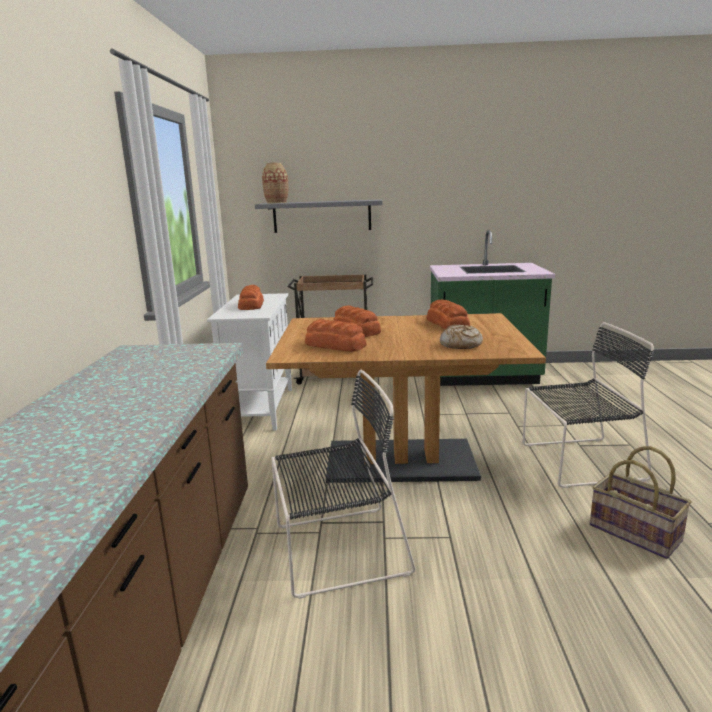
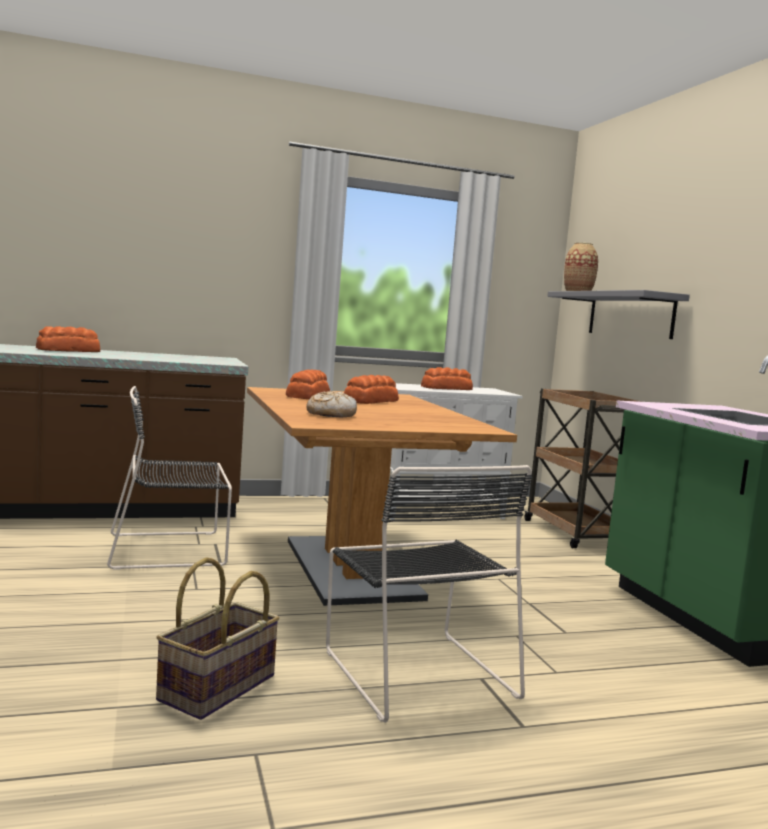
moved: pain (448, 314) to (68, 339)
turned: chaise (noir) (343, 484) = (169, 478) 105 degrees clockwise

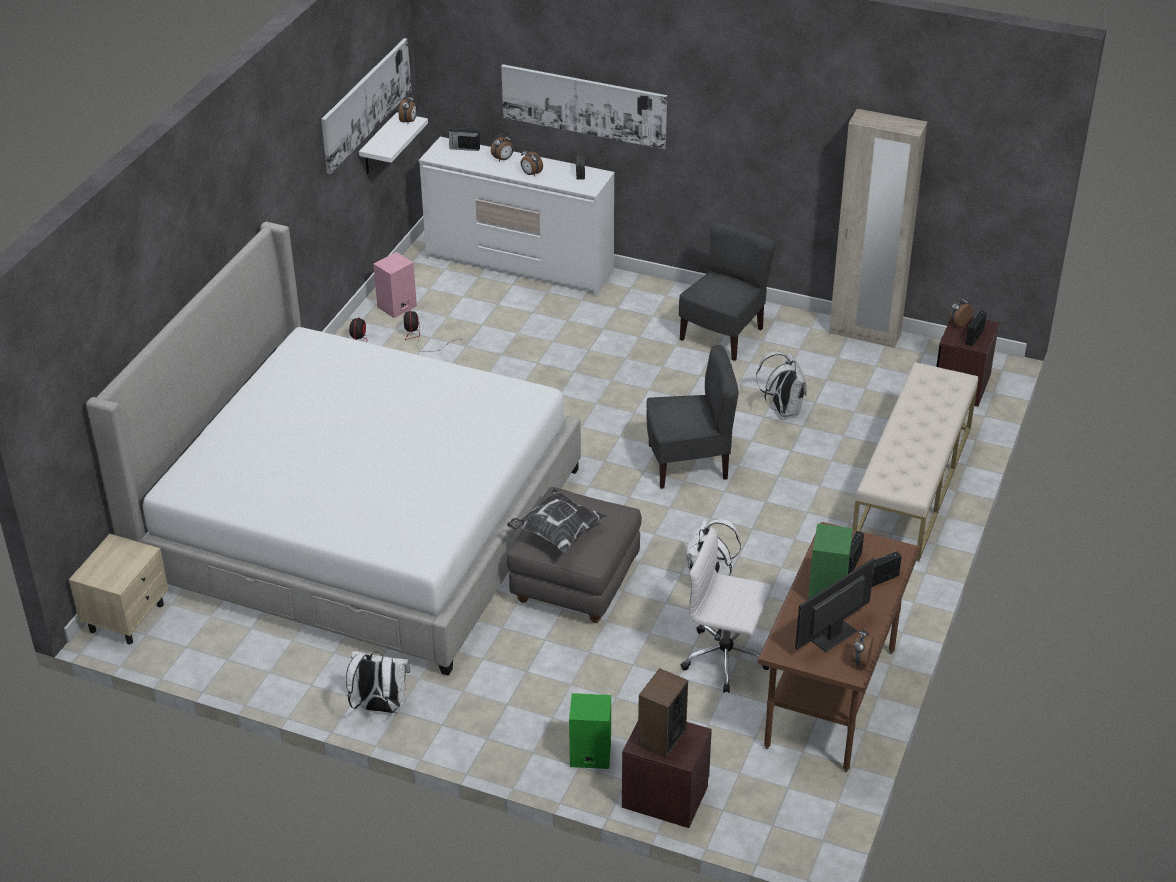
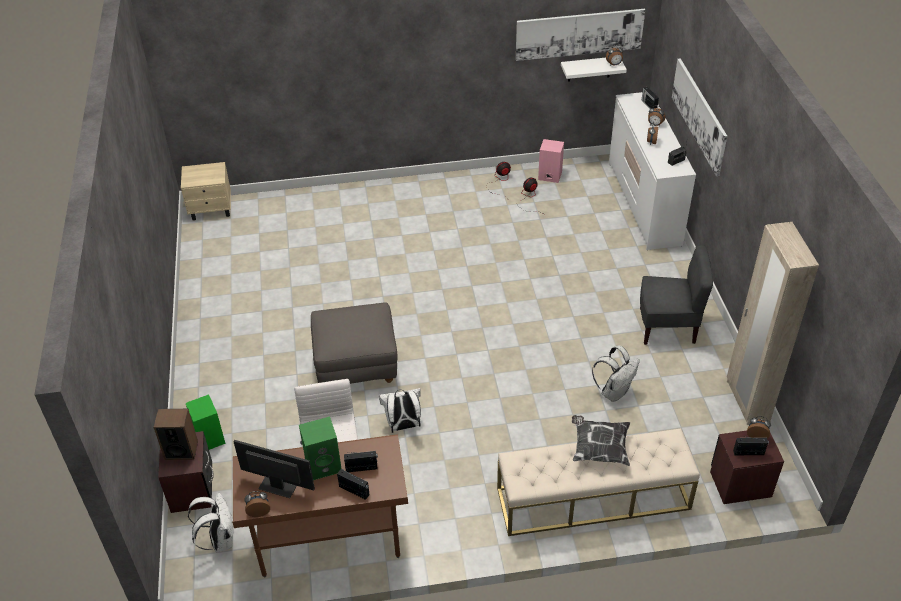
removed: lit (333, 449); chaise (gris) (692, 417)
moved: coussin (557, 520) to (601, 440); sac à dos (blanc) (378, 682) to (211, 523)

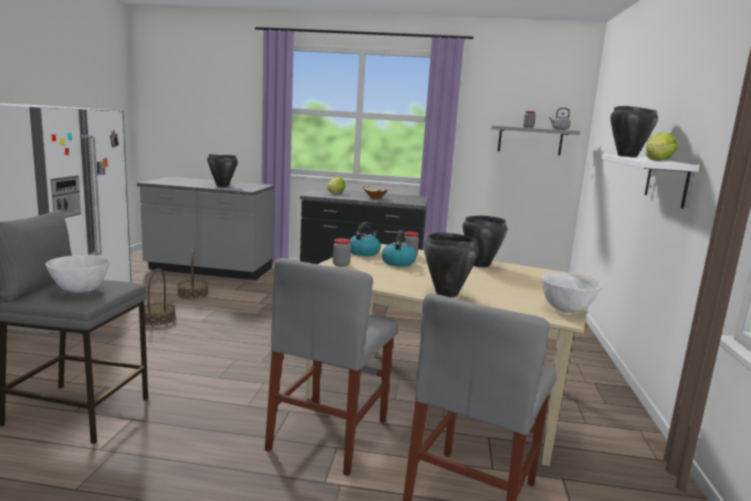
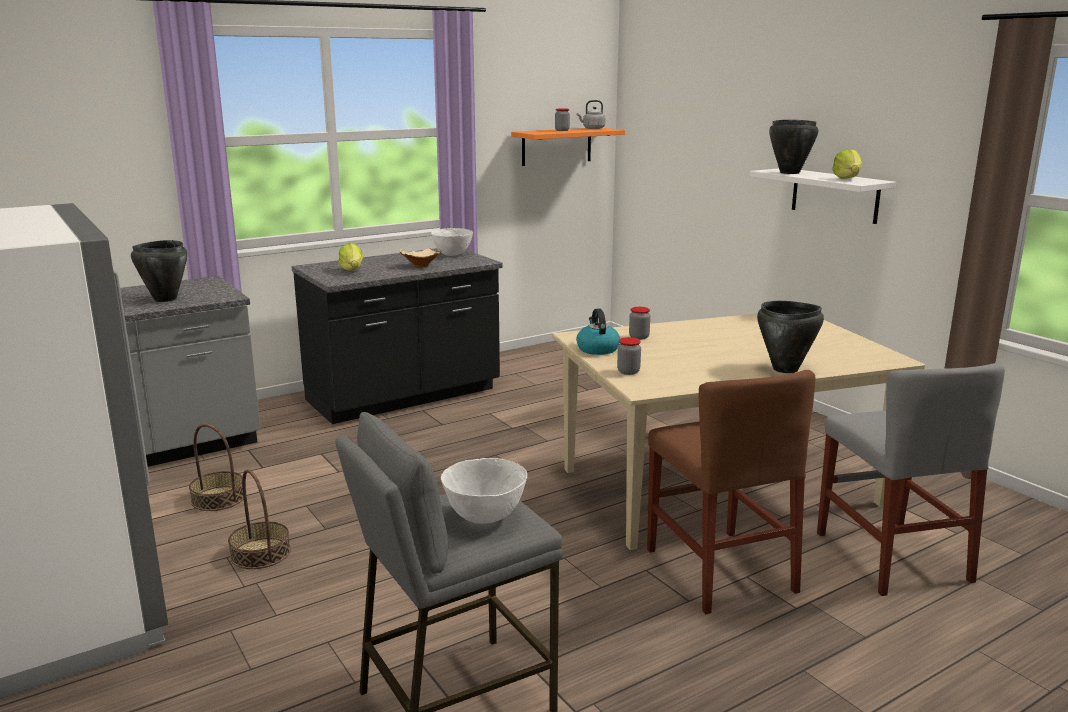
removed: marmite (noir) (485, 241); bouilloire (399, 248)
moved: bol (blanc) (572, 292) to (452, 242)
recoloured: étagère (gris) (535, 141) to étagère (orange) (568, 147); chaise (gris) (331, 367) to chaise (marron) (731, 492)

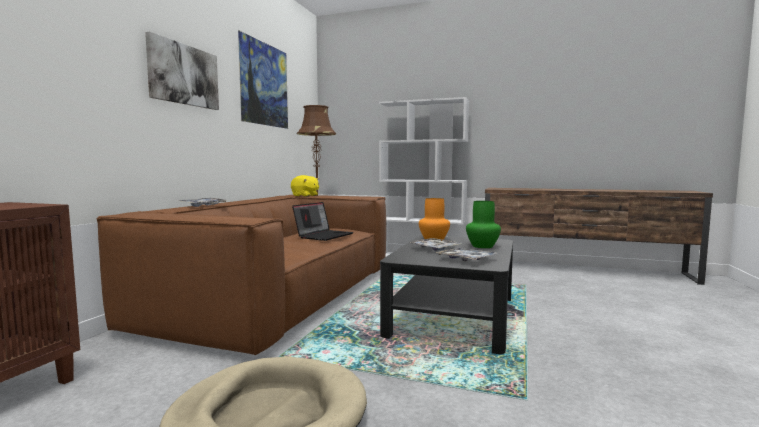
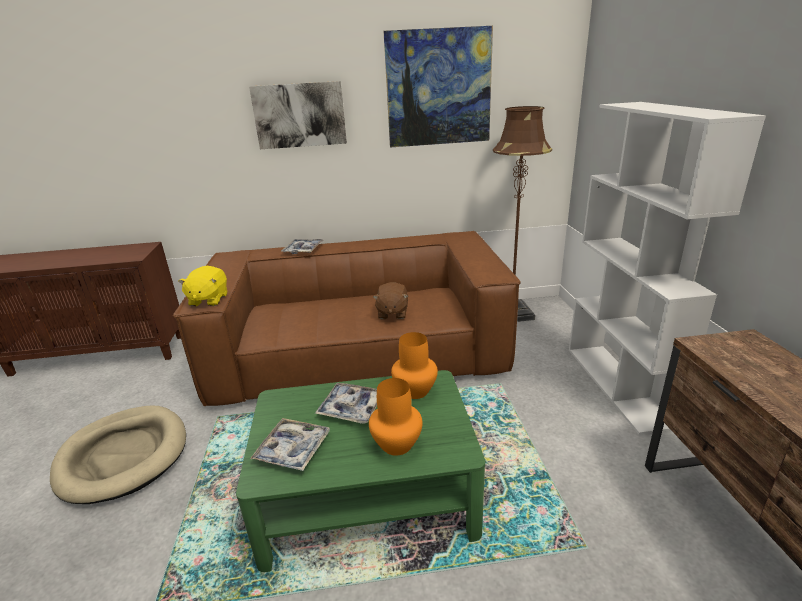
moved: peluche (jaune) (305, 186) to (202, 286)
replaced: ordinateur portable (323, 221) to peluche (marron) (390, 300)
recoloured: vase (vert) (483, 224) to vase (orange) (396, 417); table basse (noir) (446, 294) to table basse (vert) (360, 471)

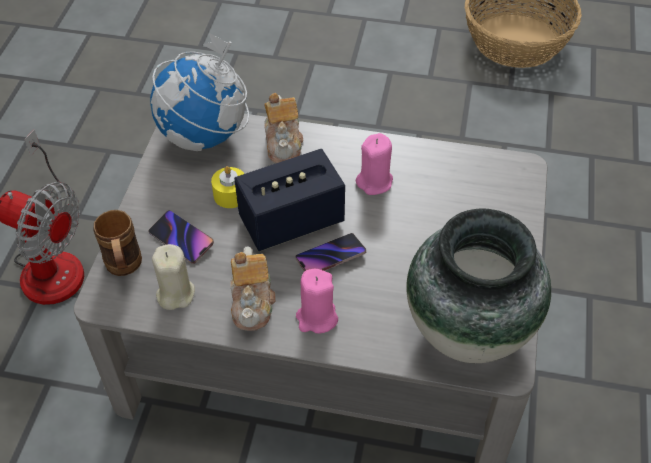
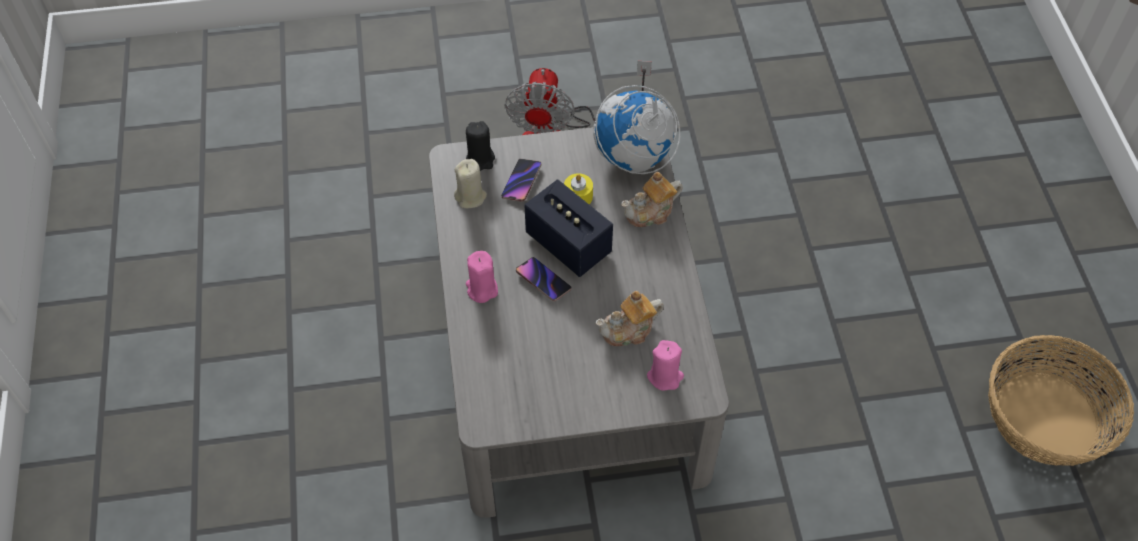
removed: vase (478, 285)
moved: bougie (rose) (374, 164) to (665, 365); théière (253, 288) to (630, 318)
replaced: mug (marron) (118, 243) to bougie (noir) (480, 146)

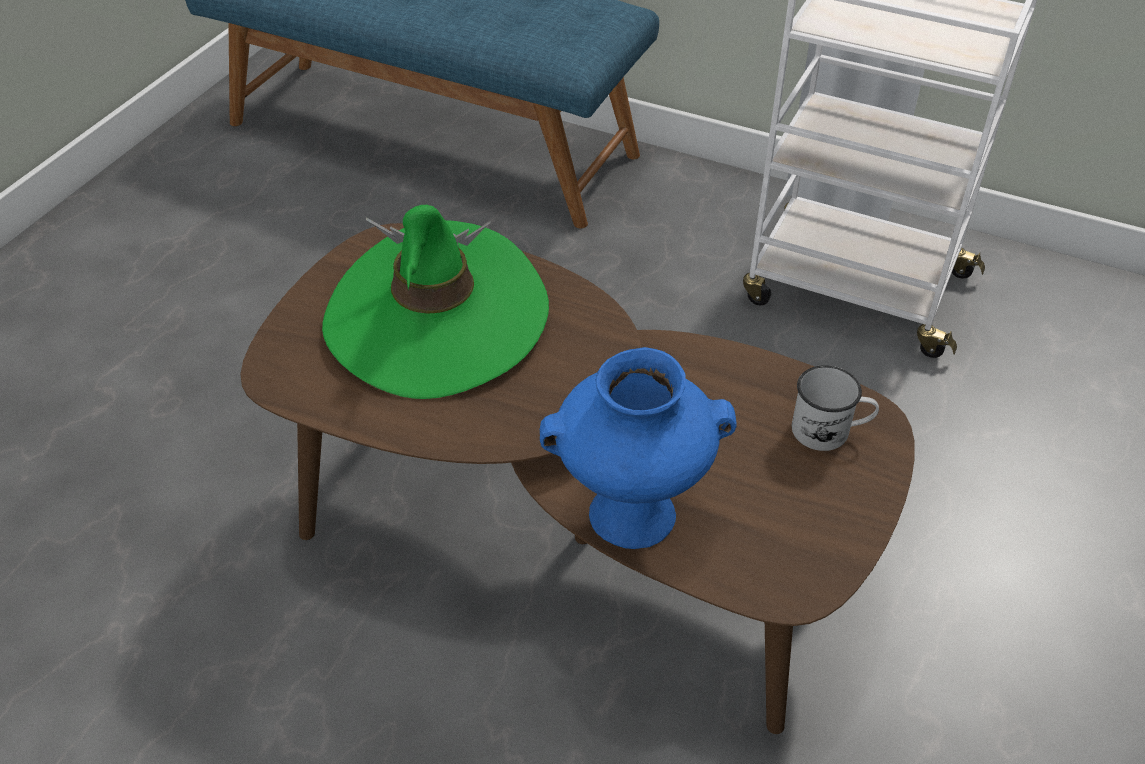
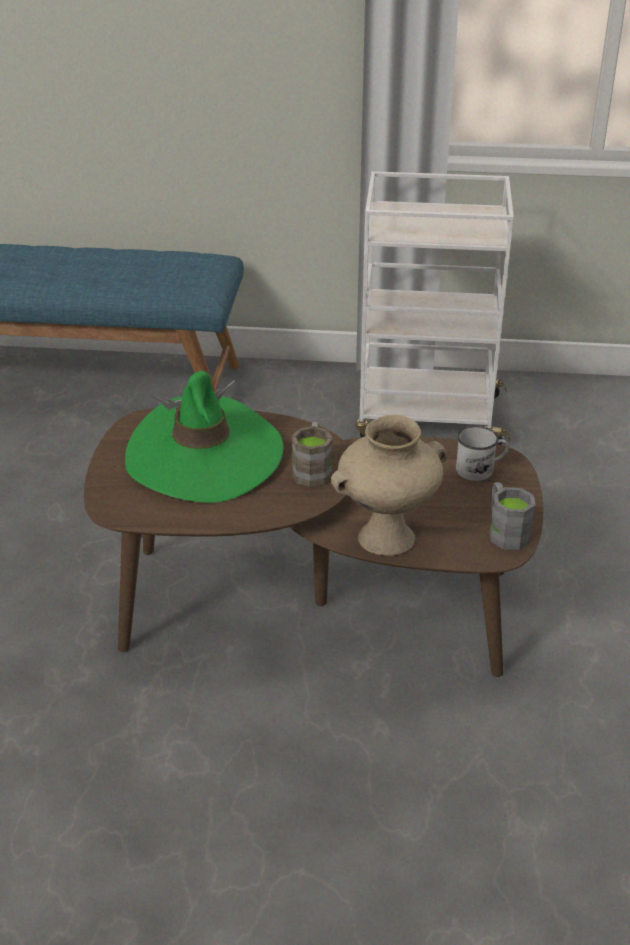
added: mug (marron) (312, 454); mug (gris) (512, 516)
recoloured: vase (bleu) (638, 448) to vase (beige) (389, 485)

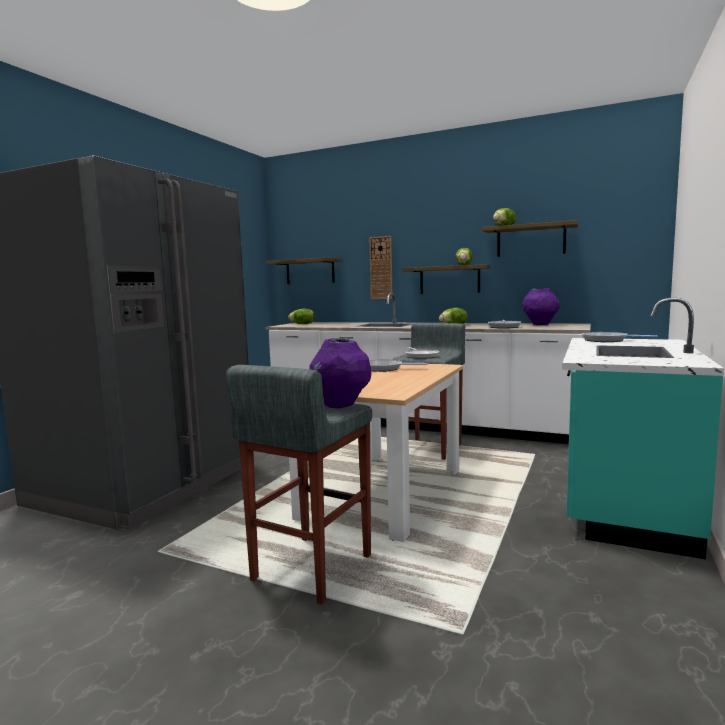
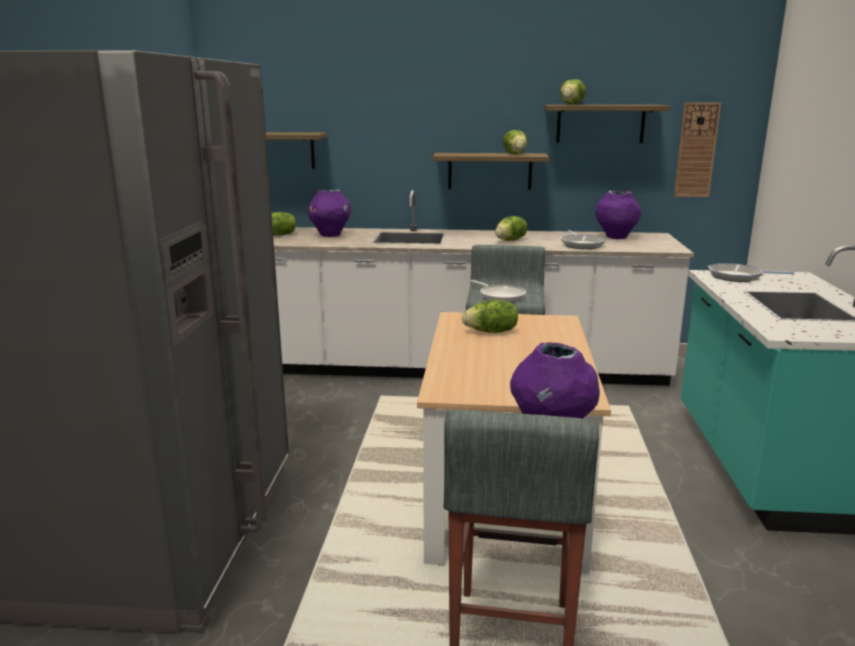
added: vase (violet) (329, 213)
moved: horloge murale (381, 267) to (697, 149)
replaced: poêle (398, 366) to laitue (490, 316)

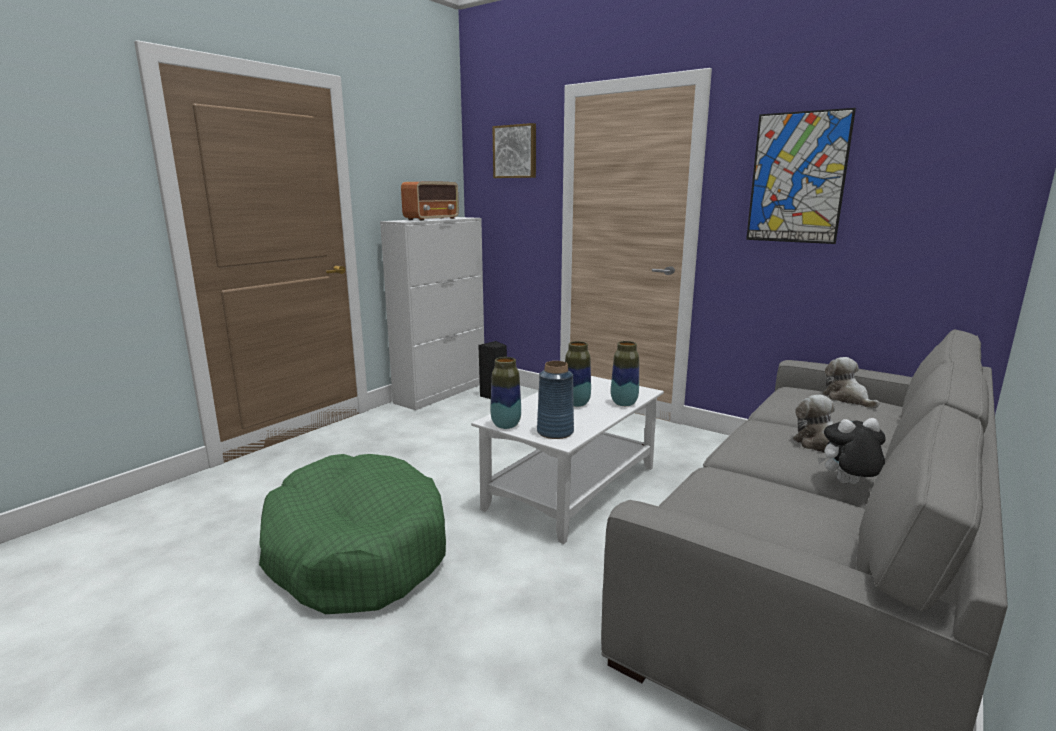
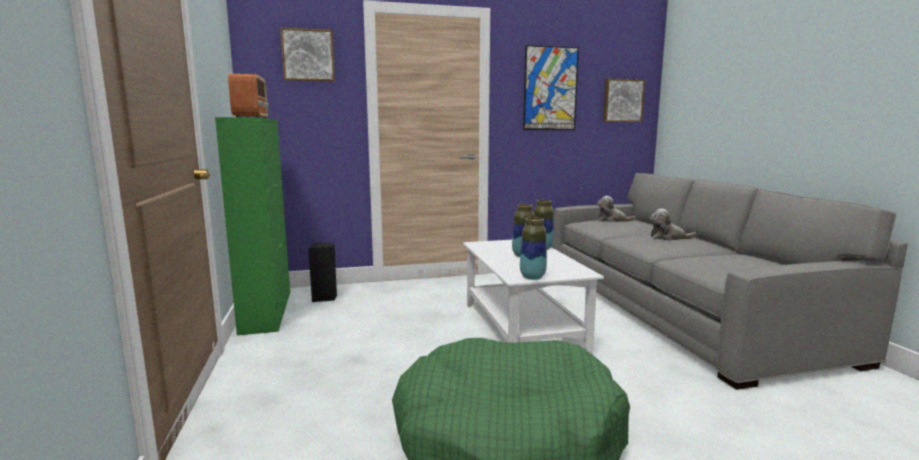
removed: vase (bleu) (555, 400); peluche (852, 451)
added: tableau (624, 100)
recoloured: meuble de rangement (blanc) (432, 313) to meuble de rangement (vert) (252, 226)

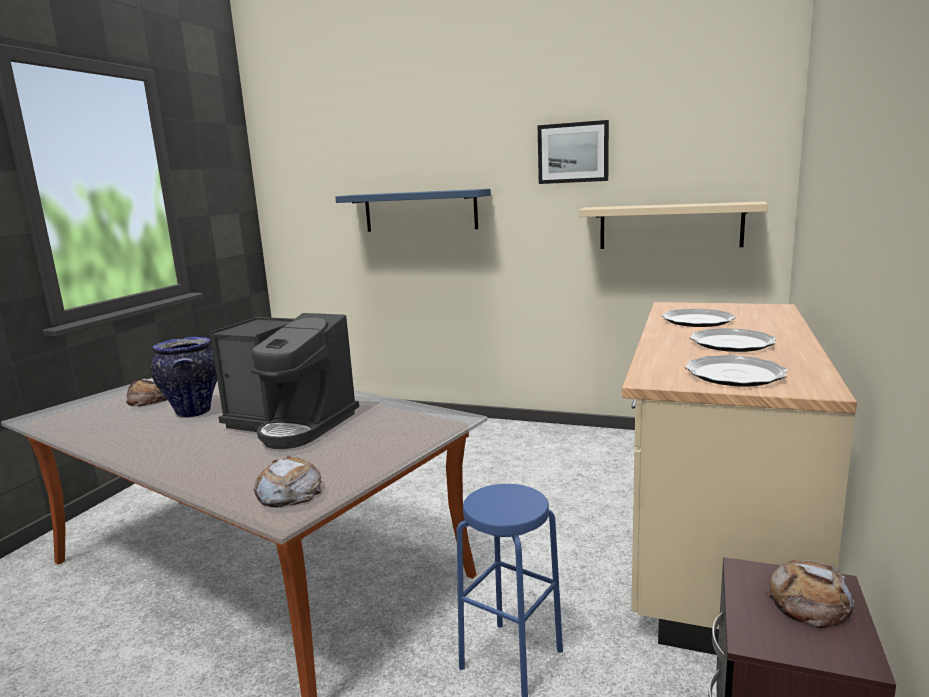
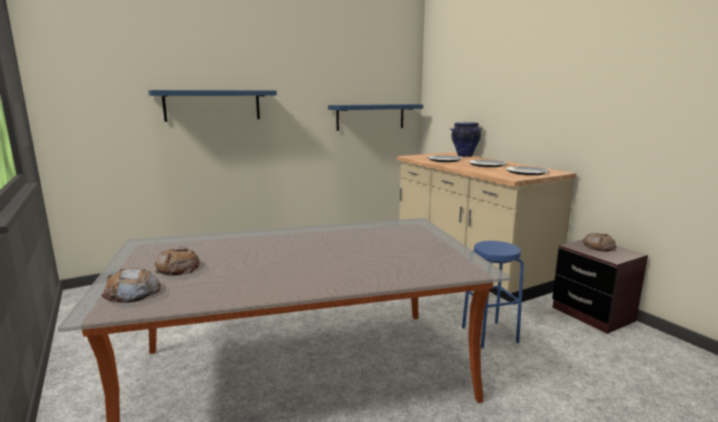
removed: tableau (573, 152); machine à café (284, 381)
moved: vase (184, 377) to (466, 139); pain (287, 481) to (131, 285)
recoloured: étagère (beige) (673, 225) to étagère (bleu) (375, 117)

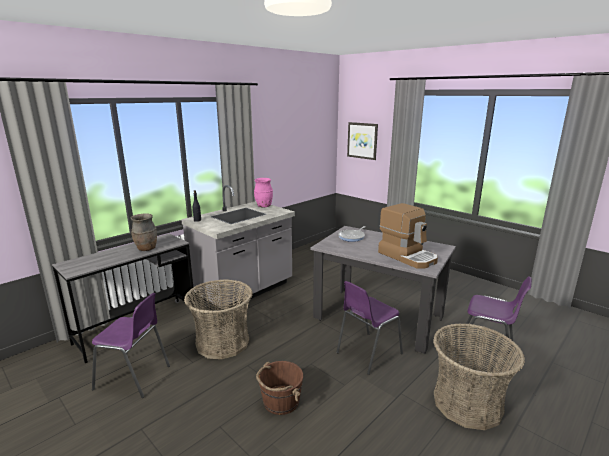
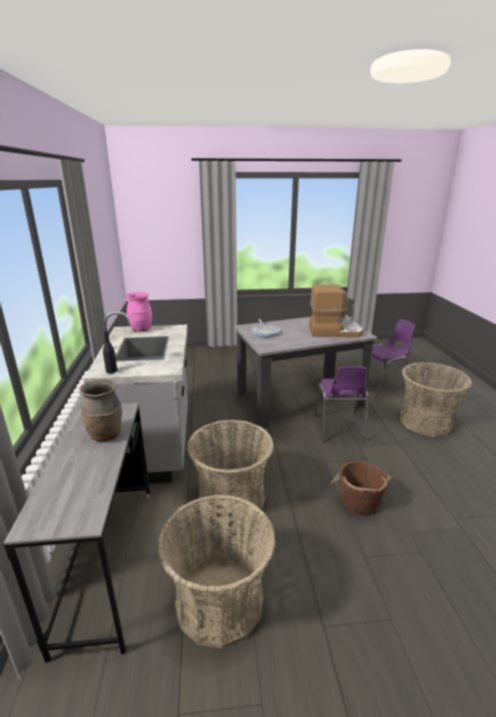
removed: tableau (362, 141)
replaced: chaise (violet) (131, 345) to panier (216, 572)

